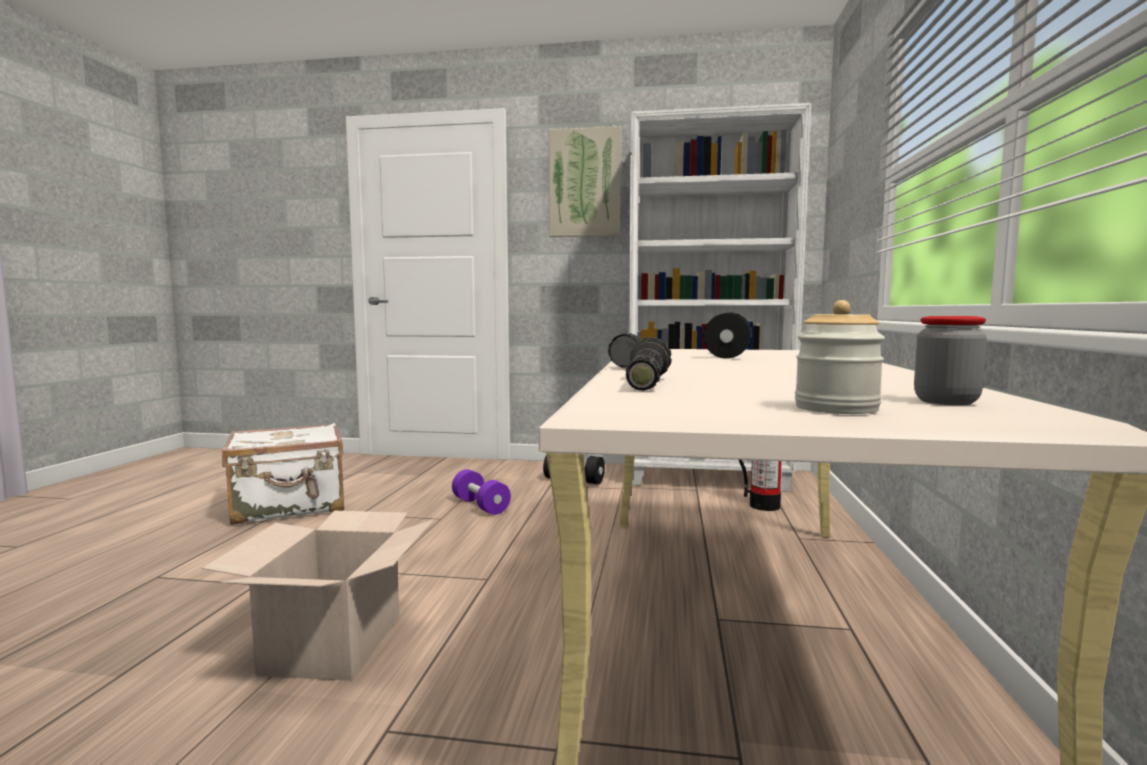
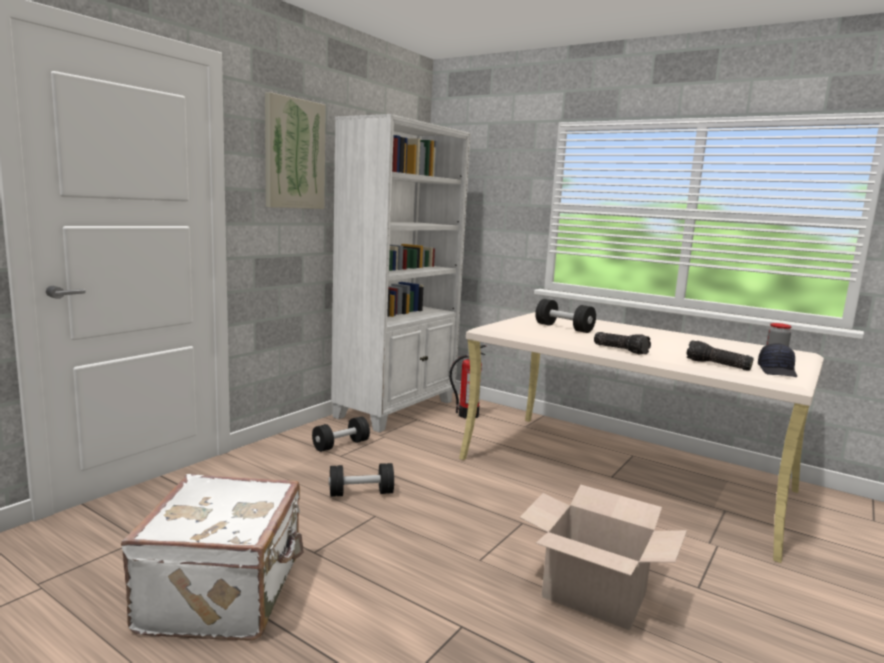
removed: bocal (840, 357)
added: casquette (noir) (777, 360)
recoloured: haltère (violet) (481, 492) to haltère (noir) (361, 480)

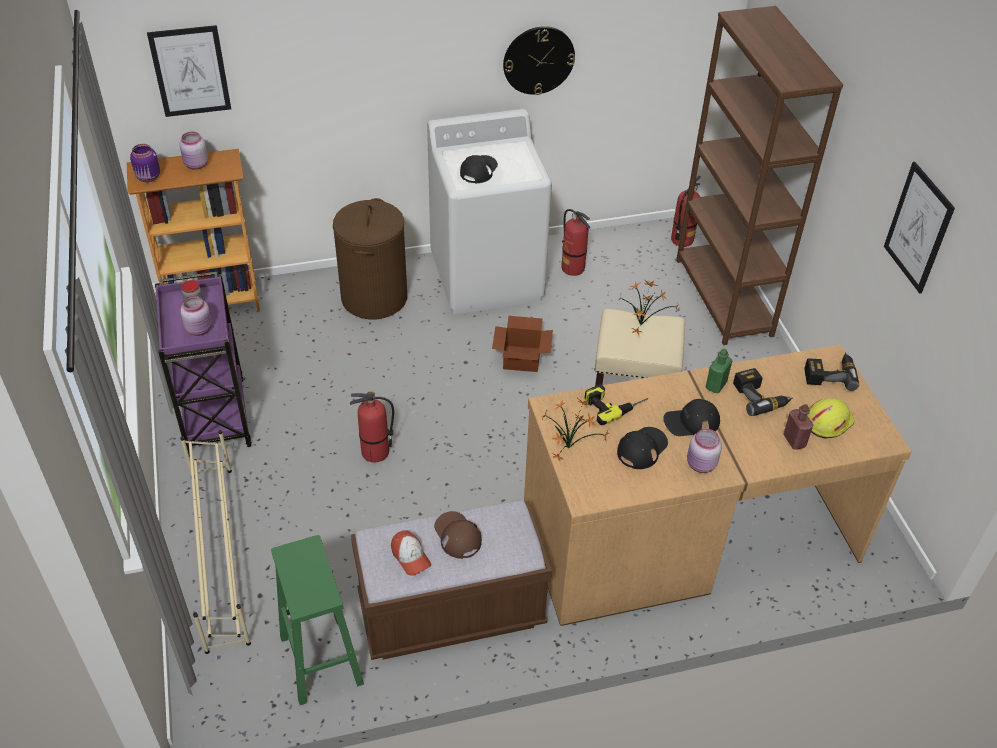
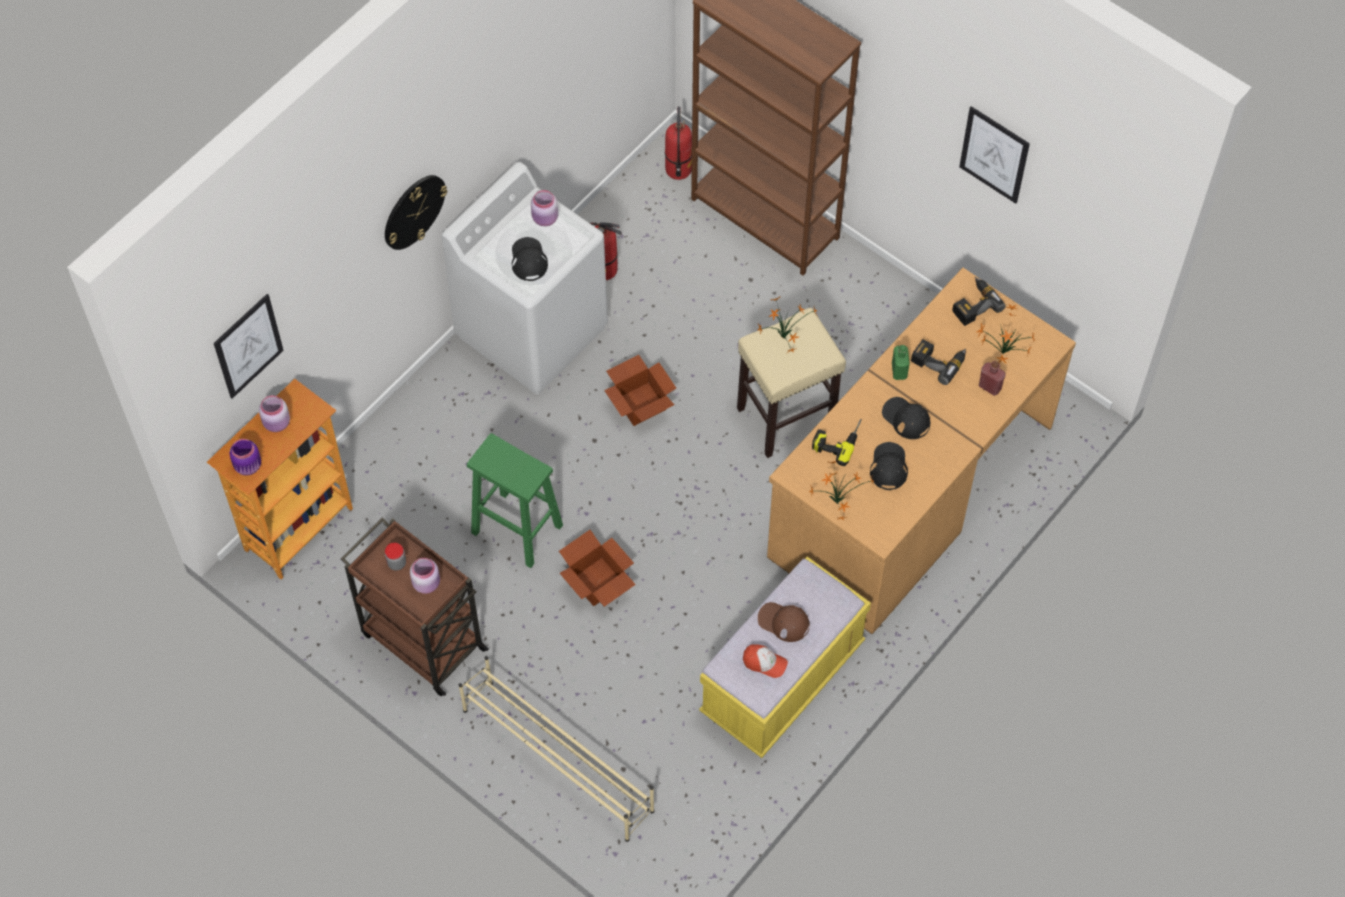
removed: panier à linge (marron) (370, 258)
moved: horloge murale (539, 60) to (416, 212); bocal (rose) (704, 451) to (544, 208); tabouret (vert) (317, 620) to (515, 500)
replaced: extincteur (372, 426) to carton (597, 568); casque de chantier (jaune) (830, 418) to plante en pot (1006, 333)
recoloured: chariot (violet) (203, 364) to chariot (marron) (415, 606); banc (marron) (451, 580) to banc (jaune) (785, 657)
turned: casquette (noir) (691, 417) = (906, 418) 90 degrees clockwise

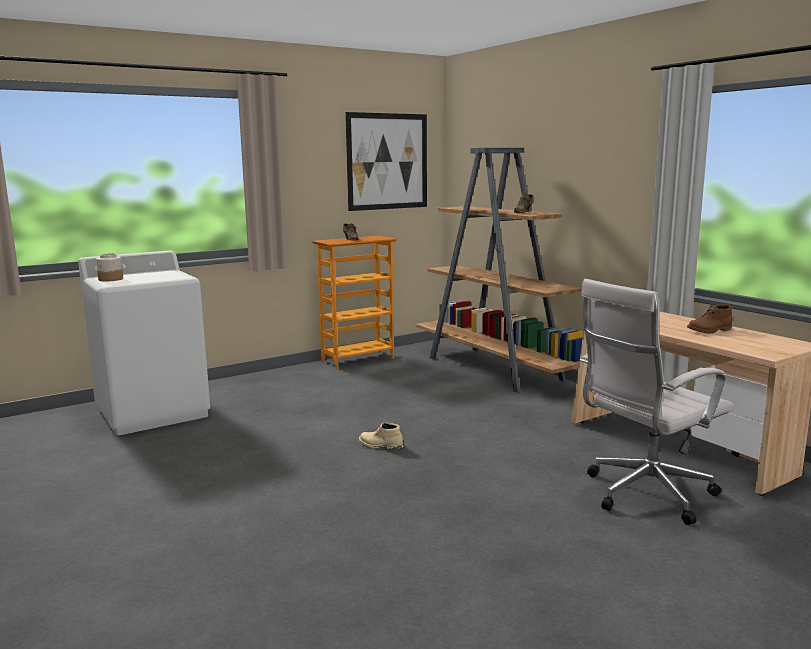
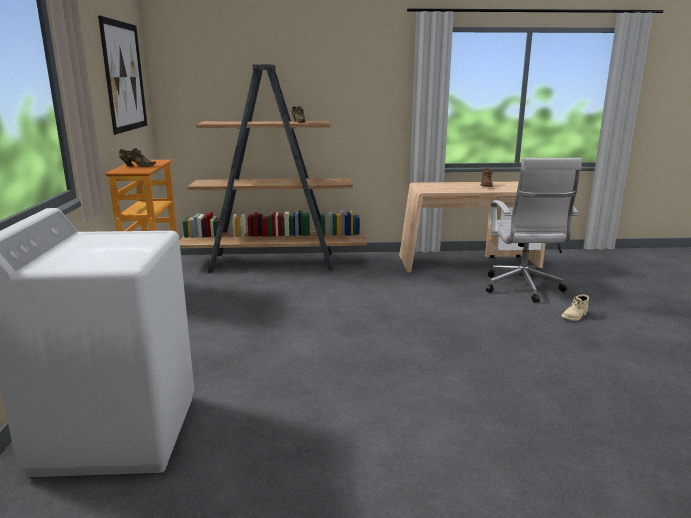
removed: bocal (109, 267)
moved: botte (beige) (381, 436) to (575, 308)

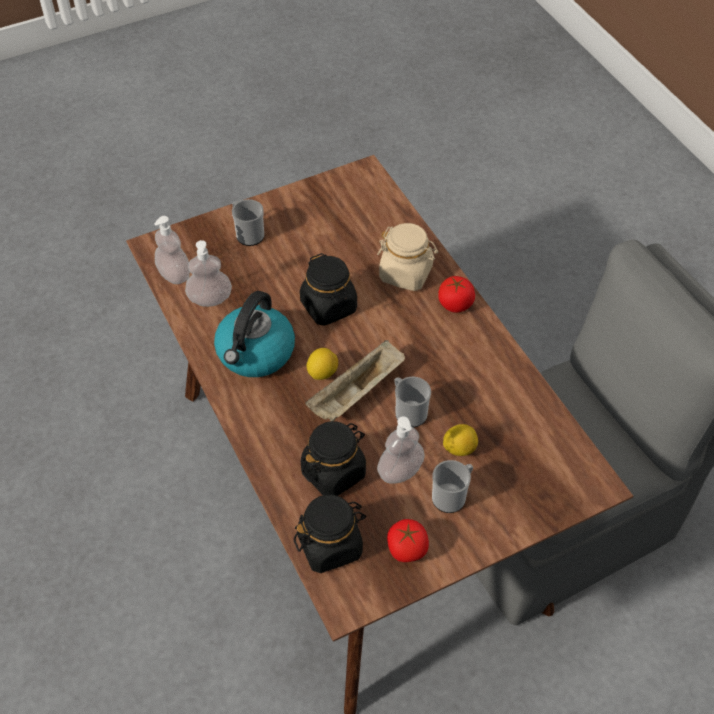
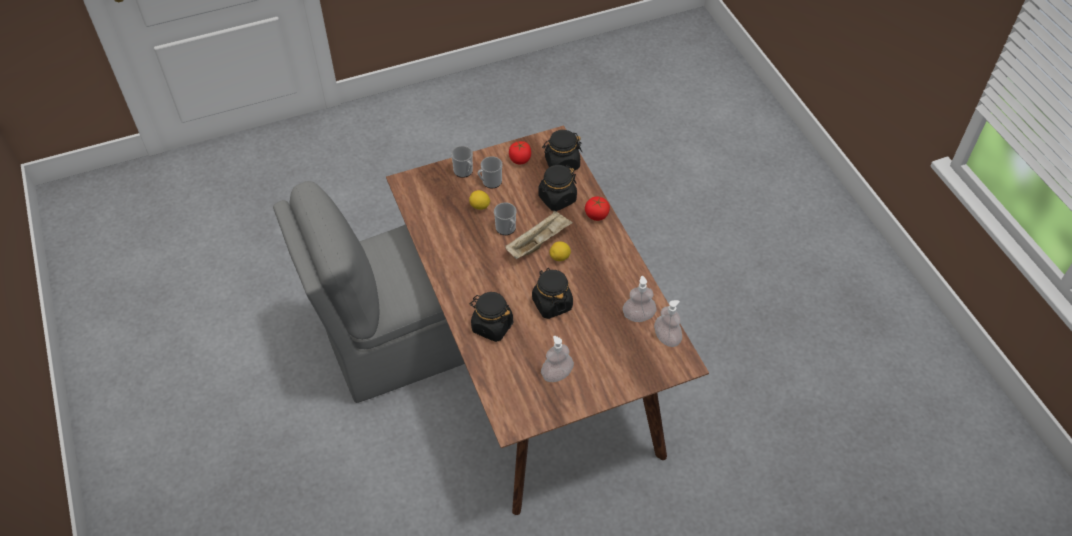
removed: bouilloire (254, 334)
moved: mug (248, 222) to (462, 162); tomate (456, 294) to (597, 208); distributeur de savon (401, 450) to (557, 359)
recoloured: bocal (beige) (407, 257) to bocal (noir) (491, 317)

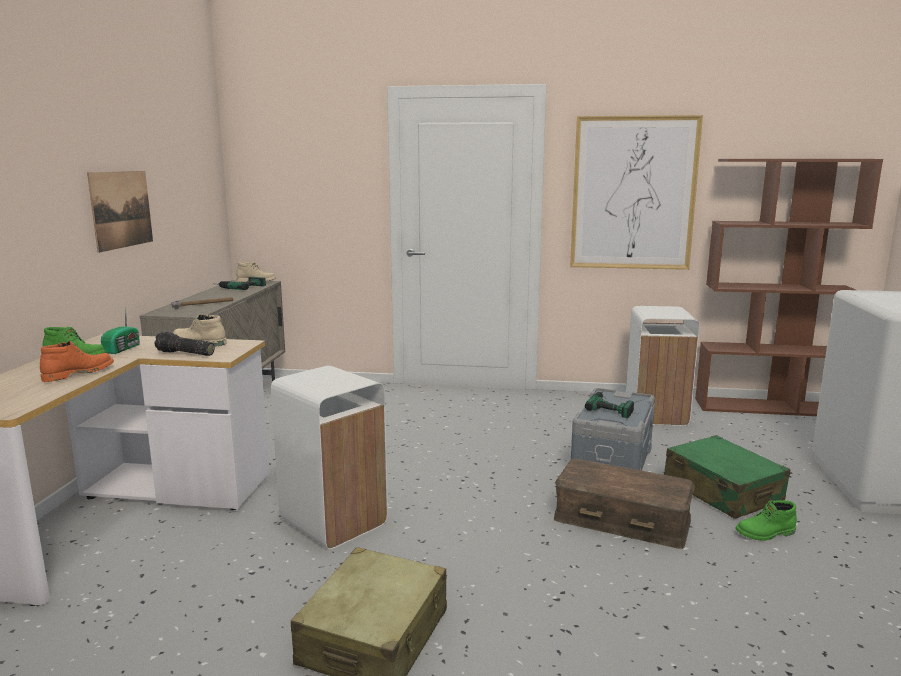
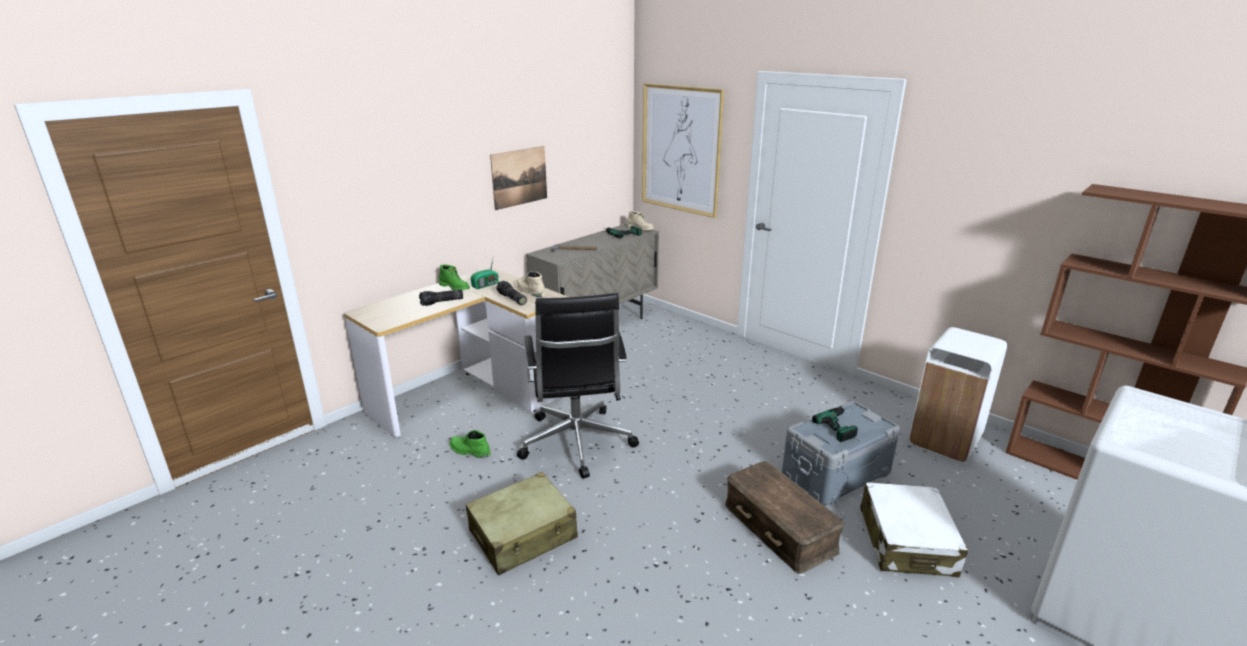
moved: tableau (636, 192) to (683, 150); botte (vert) (766, 520) to (470, 444)
replaced: botte (orange) (77, 361) to lampe de poche (441, 297); poubelle (blanc) (329, 457) to chaise de bureau (noir) (578, 385)
recoloured: valise (vert) (727, 477) to valise (blanc) (914, 529)

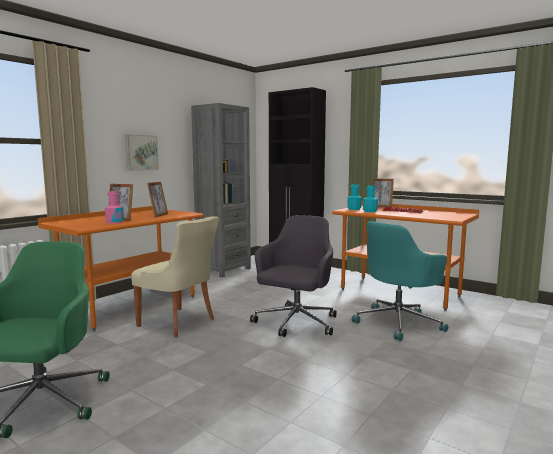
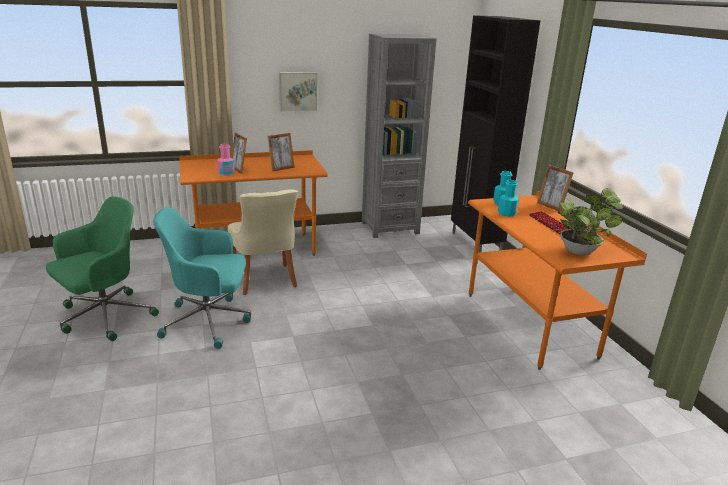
removed: chaise de bureau (gris) (293, 276)
added: plante en pot (590, 221)
moved: chaise de bureau (turquoise) (400, 281) to (202, 278)

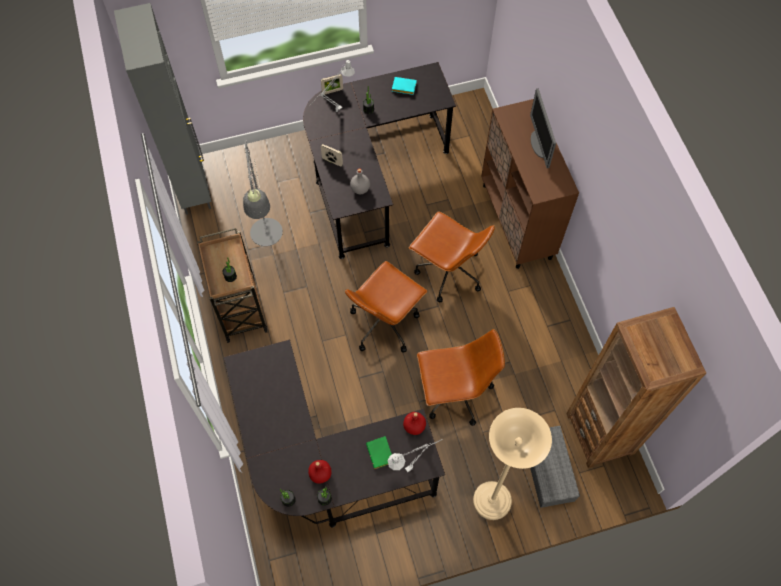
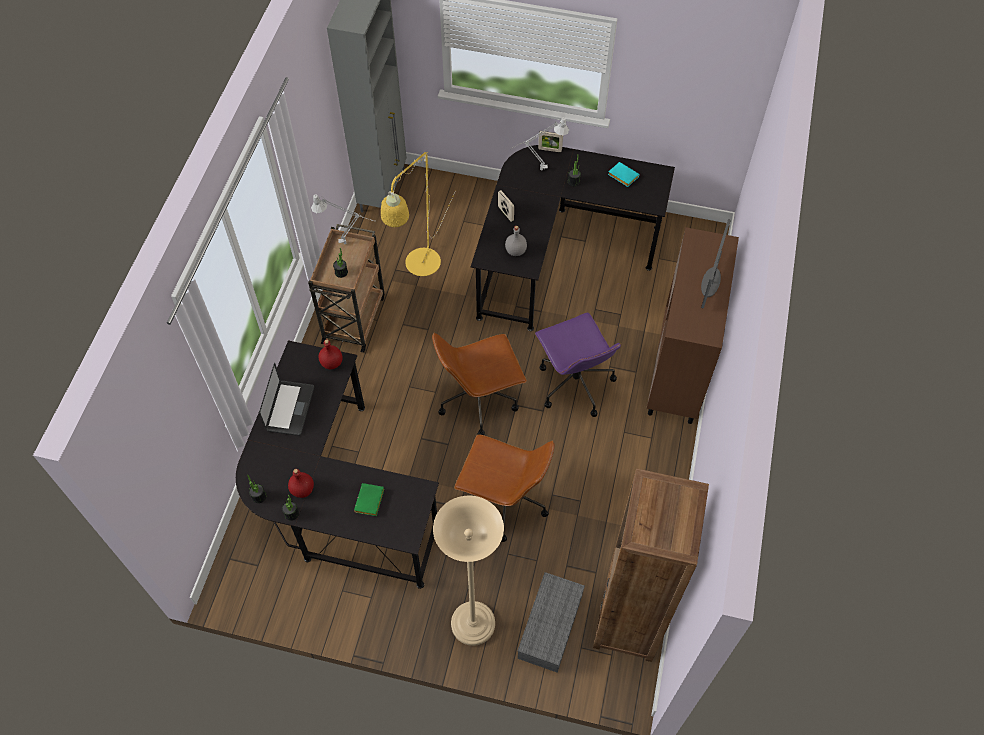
added: ordinateur portable (286, 399)
moved: bouteille (rouge) (414, 423) to (330, 354); lampe de table (gris) (415, 455) to (343, 219)
recoloured: lampadaire (gris) (263, 193) to lampadaire (jaune) (418, 214); chaise de bureau (marron) (452, 257) to chaise de bureau (violet) (578, 365)

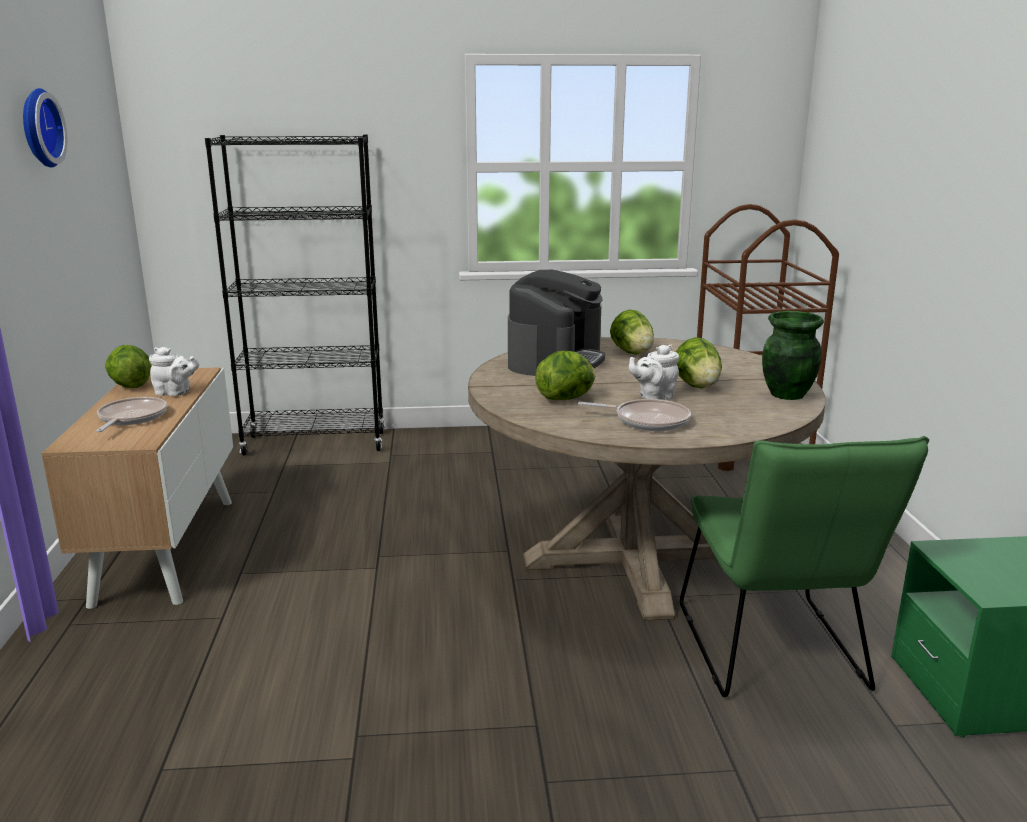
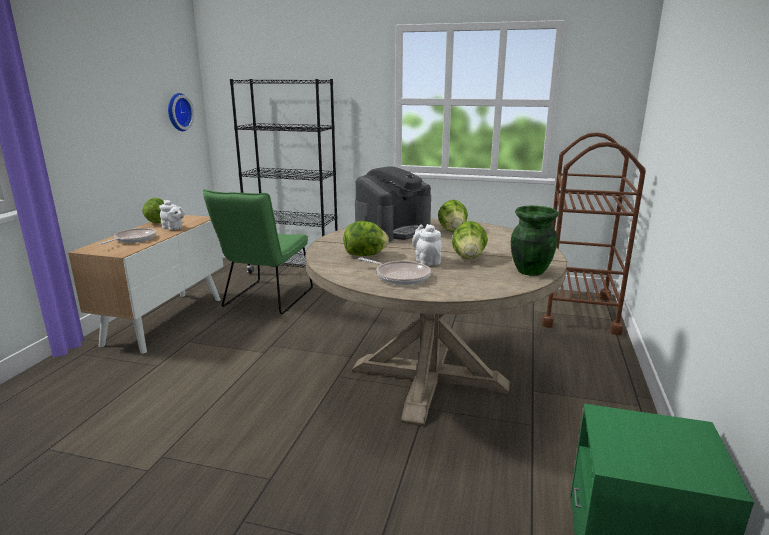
moved: horloge murale (45, 128) to (181, 112); chaise (vert) (804, 566) to (258, 251)
turned: théière (blanc) (654, 372) = (427, 245) 75 degrees clockwise

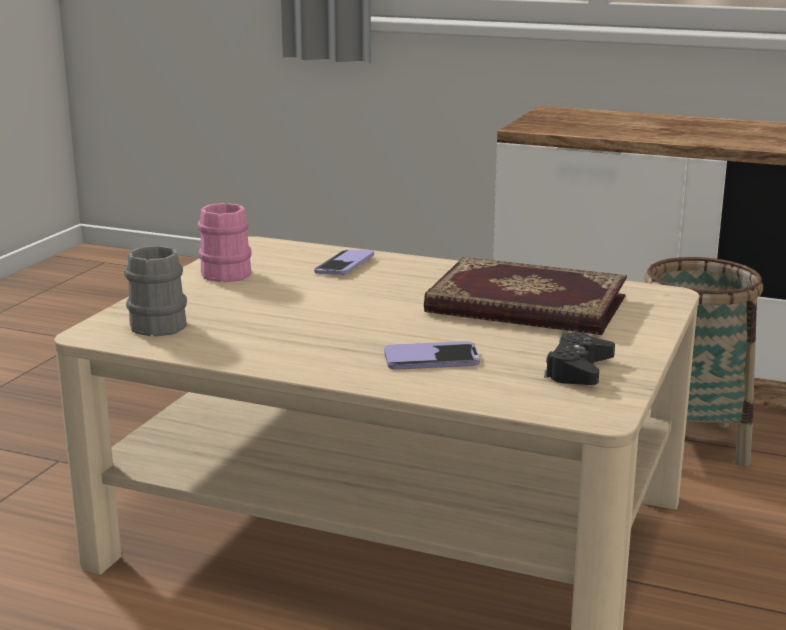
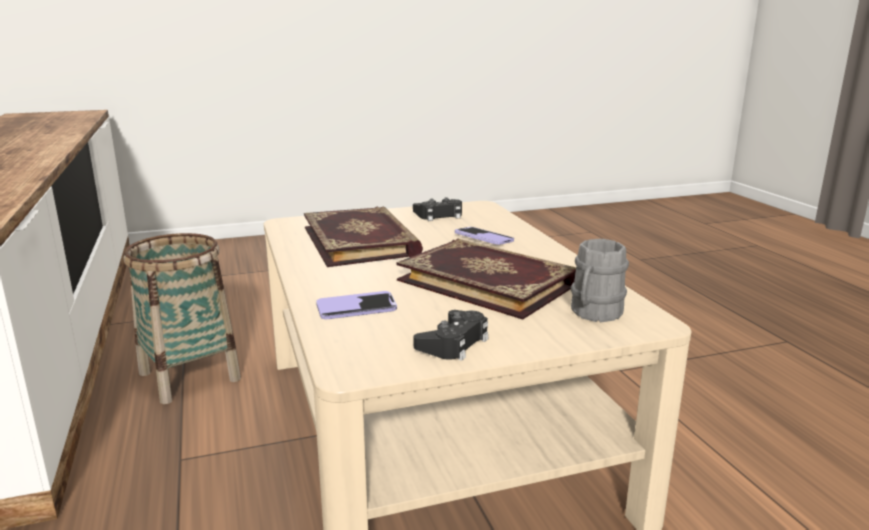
added: livre (486, 279)
replaced: mug (rose) (224, 242) to manette (noir) (451, 335)

